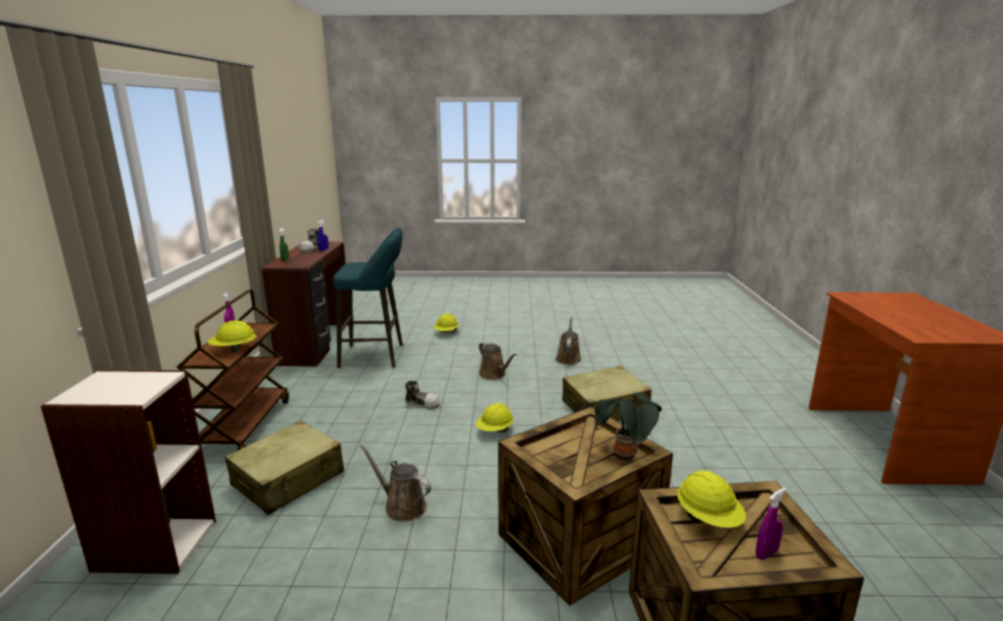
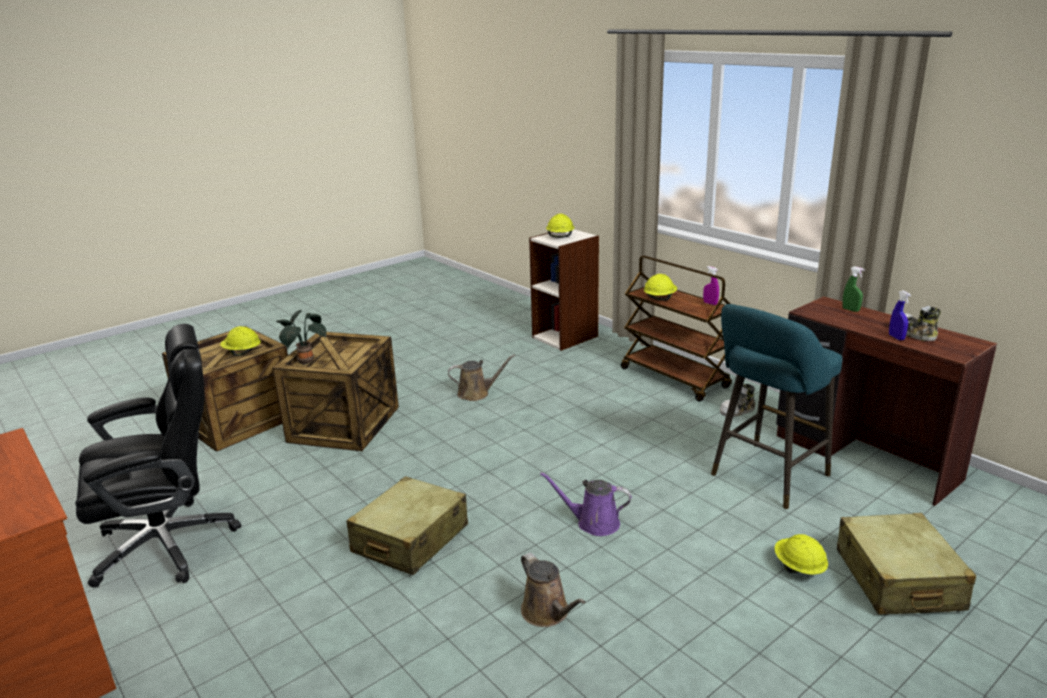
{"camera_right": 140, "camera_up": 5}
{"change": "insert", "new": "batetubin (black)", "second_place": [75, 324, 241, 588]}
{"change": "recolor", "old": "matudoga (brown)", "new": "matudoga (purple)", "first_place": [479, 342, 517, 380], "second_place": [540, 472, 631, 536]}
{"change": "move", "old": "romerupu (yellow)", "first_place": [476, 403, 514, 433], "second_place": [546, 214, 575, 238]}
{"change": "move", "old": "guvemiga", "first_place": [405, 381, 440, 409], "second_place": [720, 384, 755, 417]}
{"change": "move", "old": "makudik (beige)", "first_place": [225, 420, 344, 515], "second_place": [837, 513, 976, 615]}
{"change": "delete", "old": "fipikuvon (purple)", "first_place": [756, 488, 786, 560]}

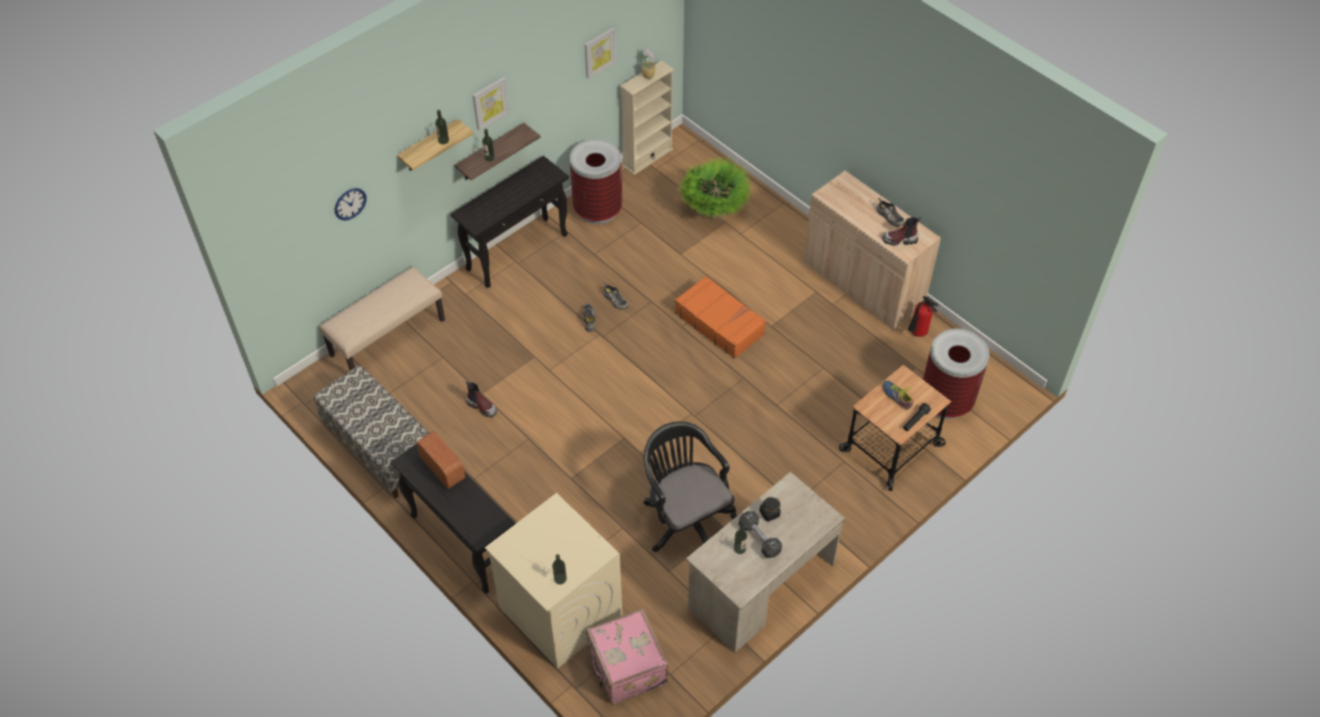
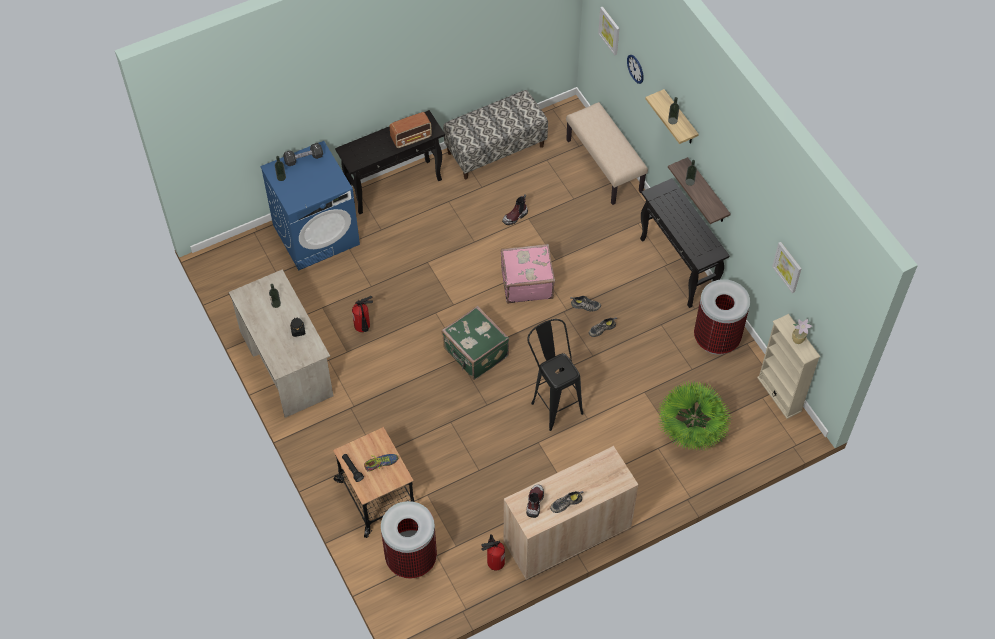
{"camera_right": 105, "camera_up": 5}
{"change": "recolor", "old": "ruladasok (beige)", "new": "ruladasok (blue)", "first_place": [485, 493, 623, 669], "second_place": [260, 141, 360, 270]}
{"change": "move", "old": "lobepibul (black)", "first_place": [739, 511, 782, 558], "second_place": [283, 143, 323, 166]}
{"change": "replace", "old": "batetubin (black)", "new": "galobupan", "first_place": [644, 421, 737, 552], "second_place": [352, 296, 373, 332]}
{"change": "insert", "new": "makudik (green)", "second_place": [442, 306, 509, 380]}
{"change": "move", "old": "makudik (pink)", "first_place": [586, 609, 668, 704], "second_place": [501, 244, 555, 304]}
{"change": "replace", "old": "makudik (orange)", "new": "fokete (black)", "first_place": [675, 276, 766, 359], "second_place": [527, 319, 584, 431]}
{"change": "move", "old": "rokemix", "first_place": [473, 77, 509, 131], "second_place": [598, 7, 619, 55]}

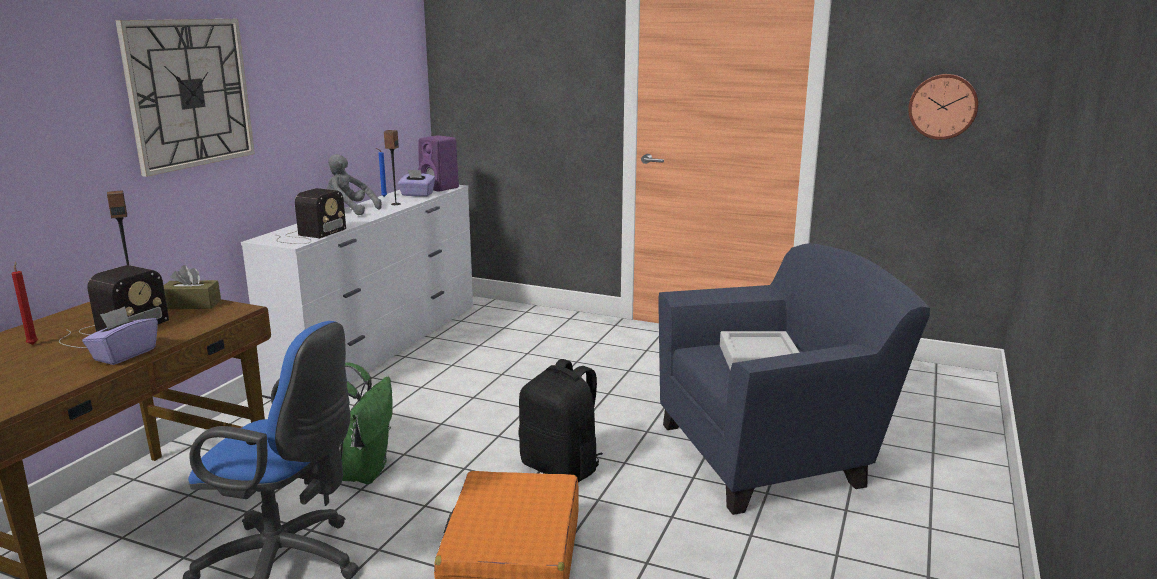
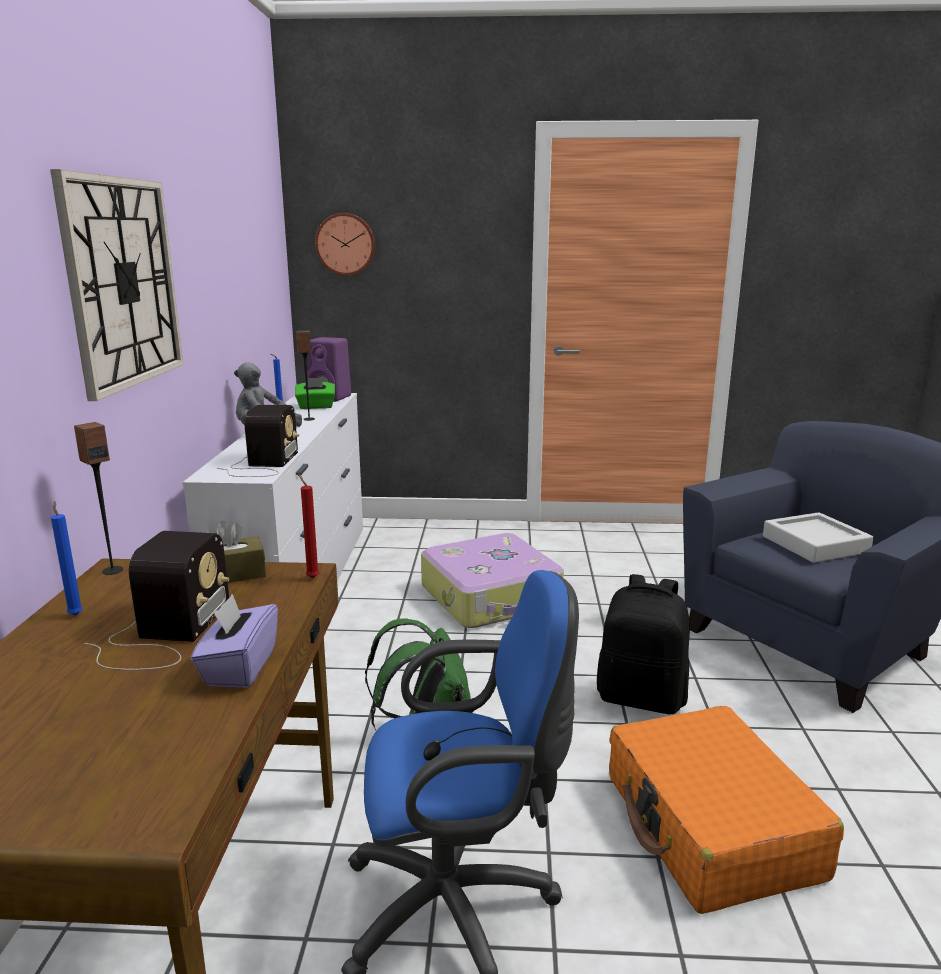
{"camera_right": -20, "camera_up": 0}
{"change": "insert", "new": "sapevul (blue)", "second_place": [51, 501, 83, 616]}
{"change": "recolor", "old": "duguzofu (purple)", "new": "duguzofu (green)", "first_place": [397, 170, 435, 197], "second_place": [295, 378, 335, 409]}
{"change": "move", "old": "sapevul (red)", "first_place": [12, 262, 38, 345], "second_place": [299, 474, 319, 578]}
{"change": "move", "old": "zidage", "first_place": [908, 74, 978, 140], "second_place": [315, 213, 376, 276]}
{"change": "insert", "new": "makudik", "second_place": [421, 533, 564, 628]}

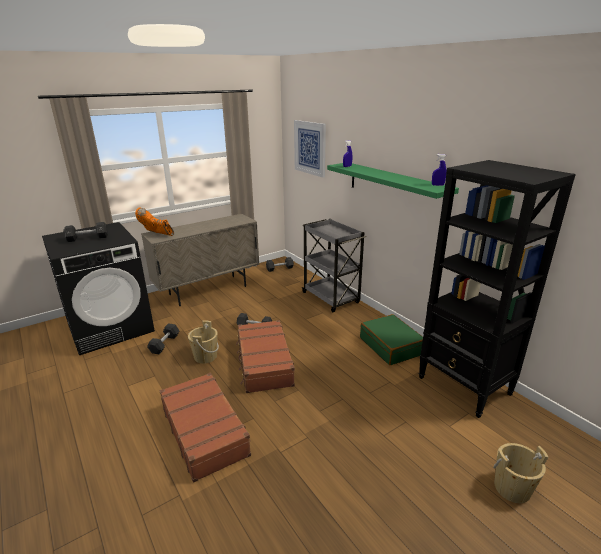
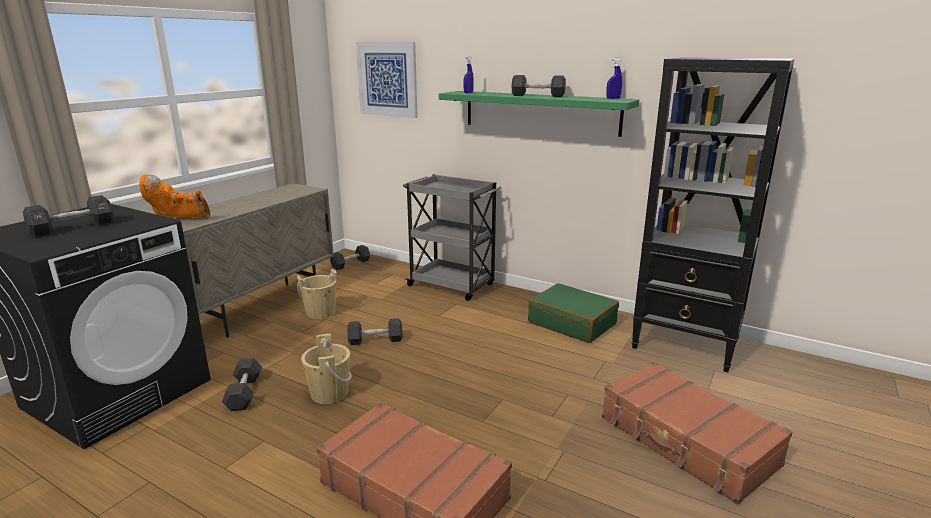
{"camera_right": -25, "camera_up": -5}
{"change": "move", "old": "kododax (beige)", "first_place": [493, 443, 548, 503], "second_place": [297, 269, 337, 319]}
{"change": "insert", "new": "lobepibul (black)", "second_place": [511, 75, 566, 97]}
{"change": "move", "old": "makudik (brown)", "first_place": [236, 320, 295, 393], "second_place": [602, 362, 793, 504]}

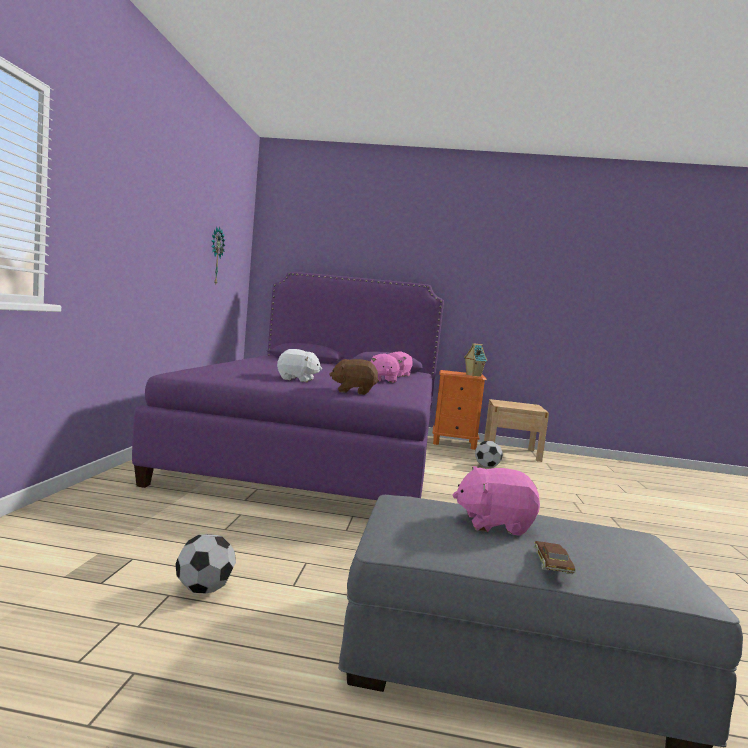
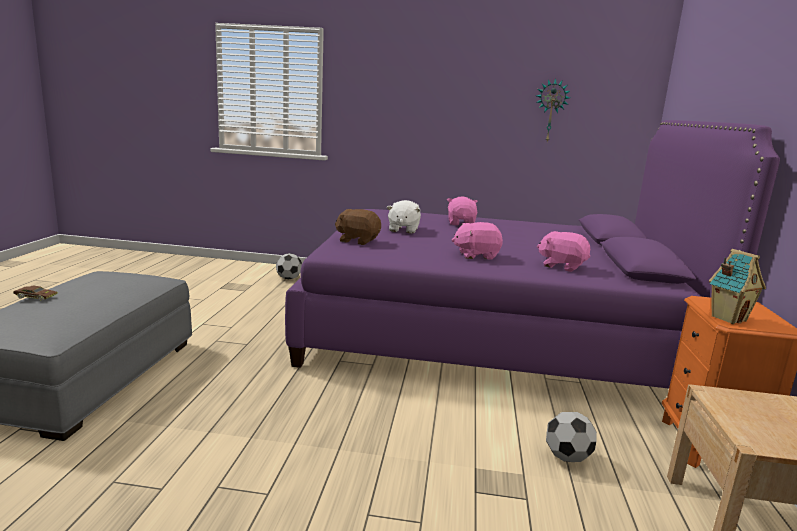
{"camera_right": 90, "camera_up": 10}
{"change": "move", "old": "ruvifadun", "first_place": [175, 534, 236, 593], "second_place": [276, 253, 302, 279]}
{"change": "rotate", "old": "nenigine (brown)", "first_place": [329, 359, 379, 395], "second_place": [335, 209, 381, 245], "degrees": -75}
{"change": "move", "old": "nenigine (pink)", "first_place": [453, 466, 540, 536], "second_place": [447, 196, 477, 225]}

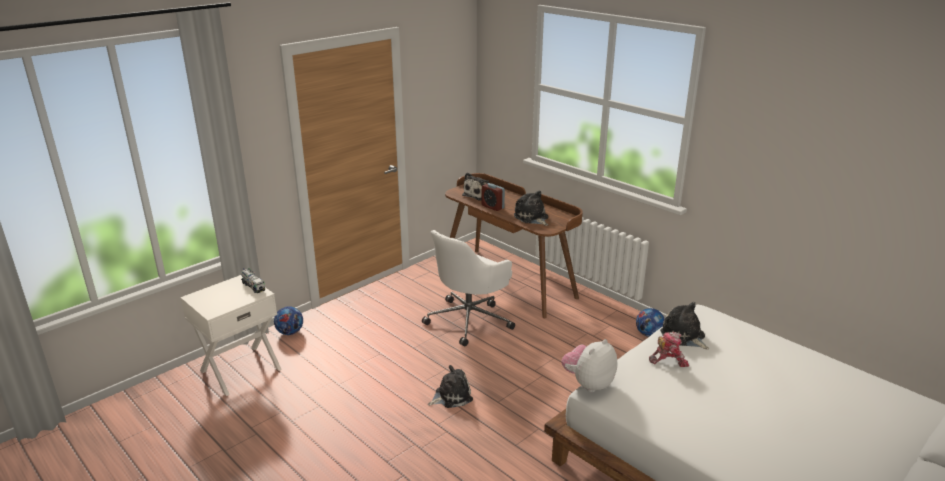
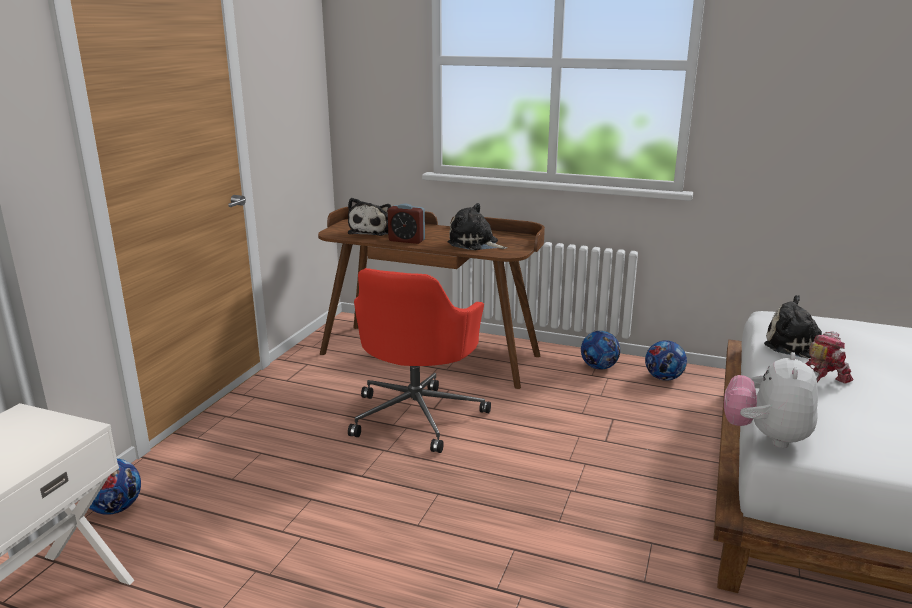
{"camera_right": -25, "camera_up": -5}
{"change": "recolor", "old": "batetubin (white)", "new": "batetubin (red)", "first_place": [422, 230, 515, 347], "second_place": [348, 268, 491, 453]}
{"change": "insert", "new": "ruvifadun", "second_place": [581, 331, 620, 370]}
{"change": "delete", "old": "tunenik", "first_place": [241, 268, 265, 293]}
{"change": "delete", "old": "nenigine", "first_place": [428, 365, 473, 408]}

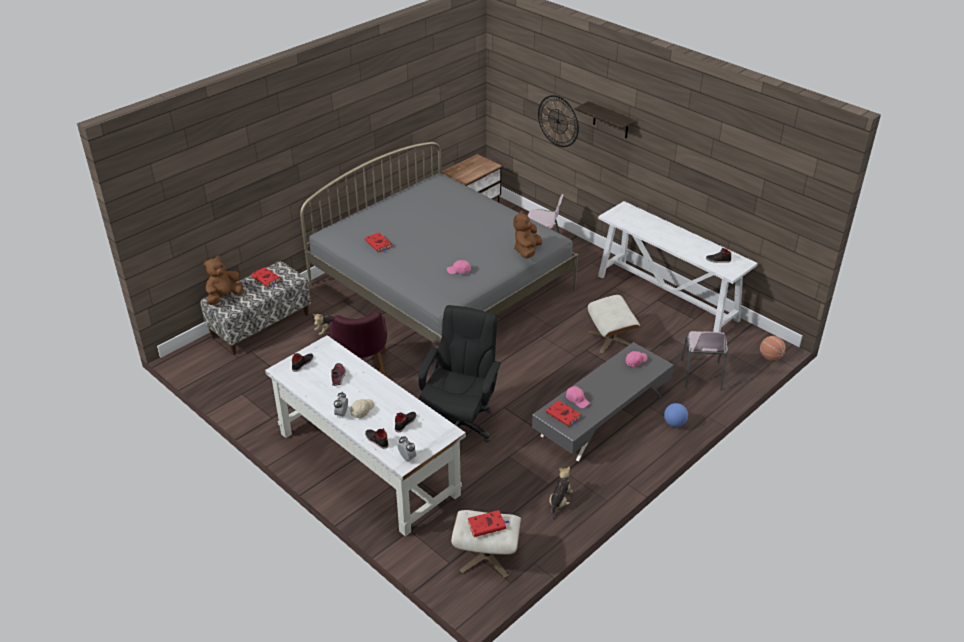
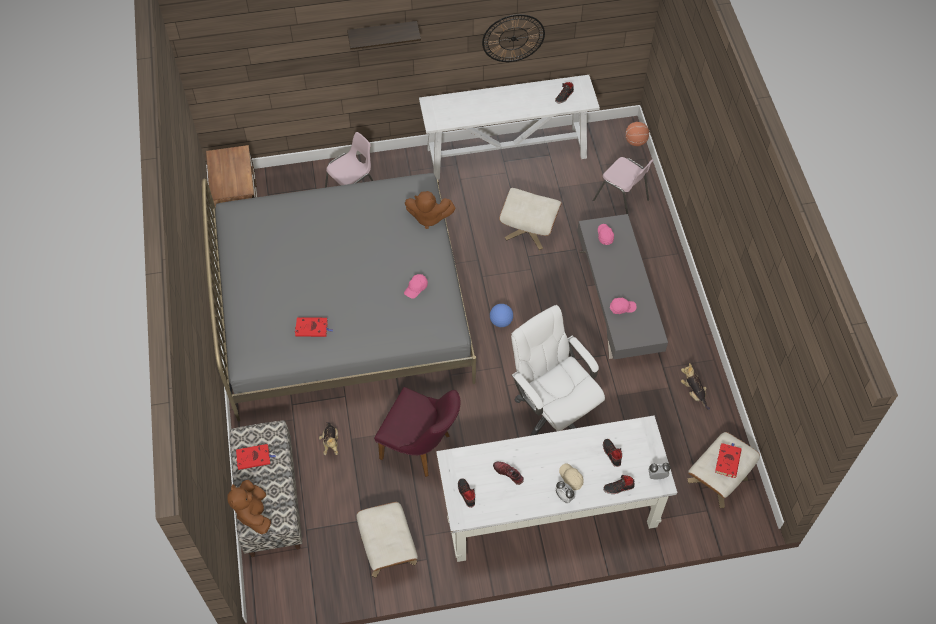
{"camera_right": -55, "camera_up": 20}
{"change": "insert", "new": "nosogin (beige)", "second_place": [357, 502, 418, 578]}
{"change": "rotate", "old": "nenigine (brown)", "first_place": [513, 210, 542, 258], "second_place": [405, 191, 455, 229], "degrees": -45}
{"change": "move", "old": "zidage", "first_place": [538, 95, 579, 147], "second_place": [482, 14, 545, 62]}
{"change": "move", "old": "ruvifadun", "first_place": [664, 403, 688, 427], "second_place": [490, 304, 513, 327]}
{"change": "recolor", "old": "batetubin (black)", "new": "batetubin (white)", "first_place": [418, 305, 501, 443], "second_place": [511, 305, 605, 436]}
{"change": "delete", "old": "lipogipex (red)", "first_place": [546, 400, 581, 427]}

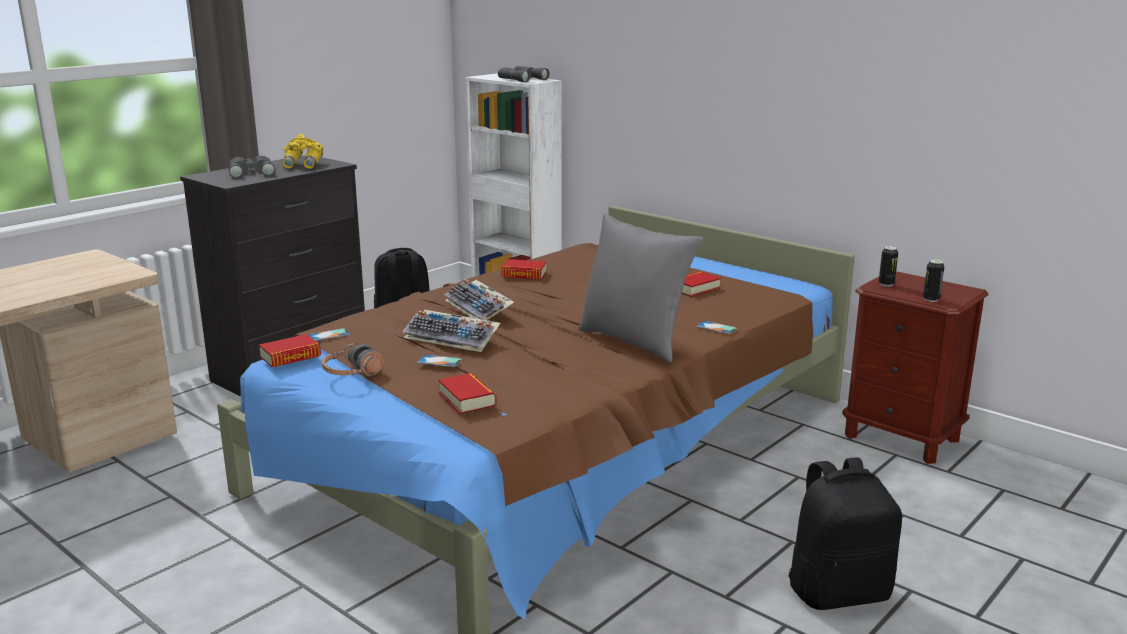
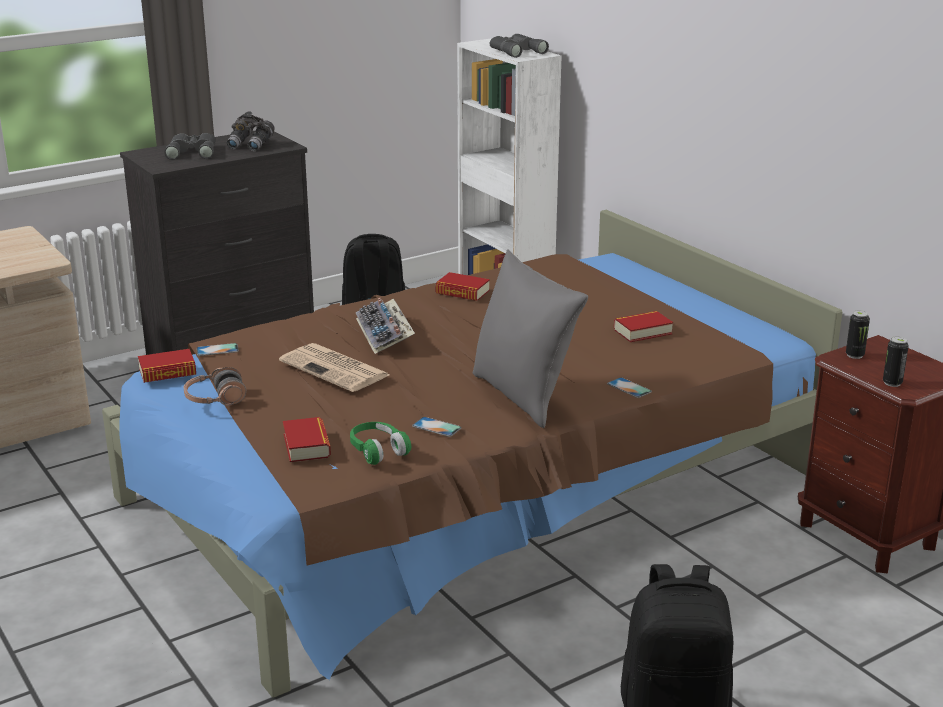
{"camera_right": 15, "camera_up": 5}
{"change": "recolor", "old": "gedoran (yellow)", "new": "gedoran (grey)", "first_place": [282, 134, 324, 169], "second_place": [226, 111, 275, 151]}
{"change": "replace", "old": "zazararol", "new": "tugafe", "first_place": [402, 310, 500, 352], "second_place": [279, 343, 390, 392]}
{"change": "insert", "new": "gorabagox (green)", "second_place": [350, 422, 411, 465]}
{"change": "move", "old": "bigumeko", "first_place": [417, 355, 463, 367], "second_place": [412, 417, 462, 437]}

